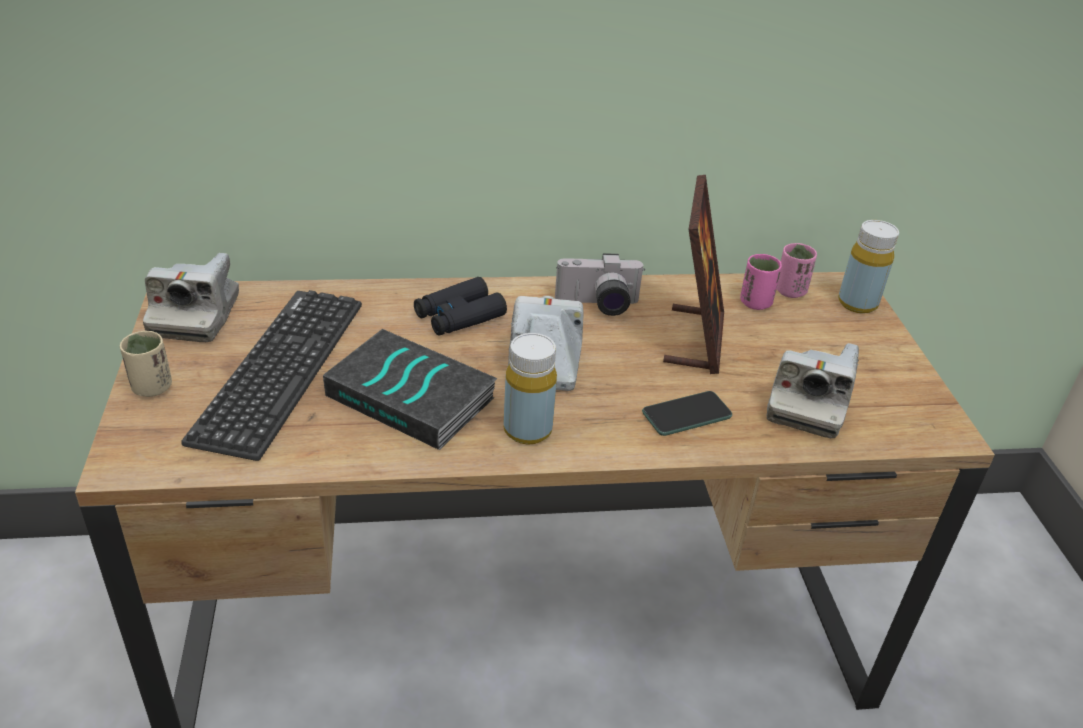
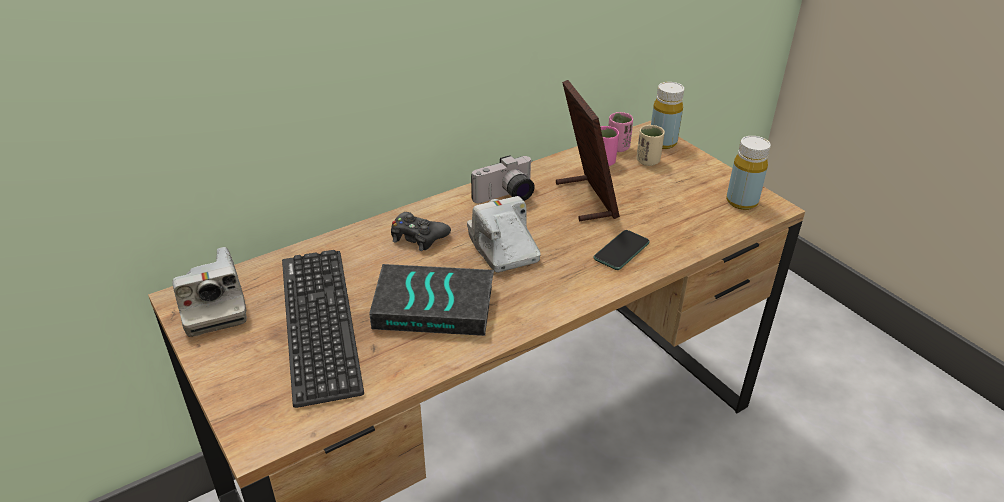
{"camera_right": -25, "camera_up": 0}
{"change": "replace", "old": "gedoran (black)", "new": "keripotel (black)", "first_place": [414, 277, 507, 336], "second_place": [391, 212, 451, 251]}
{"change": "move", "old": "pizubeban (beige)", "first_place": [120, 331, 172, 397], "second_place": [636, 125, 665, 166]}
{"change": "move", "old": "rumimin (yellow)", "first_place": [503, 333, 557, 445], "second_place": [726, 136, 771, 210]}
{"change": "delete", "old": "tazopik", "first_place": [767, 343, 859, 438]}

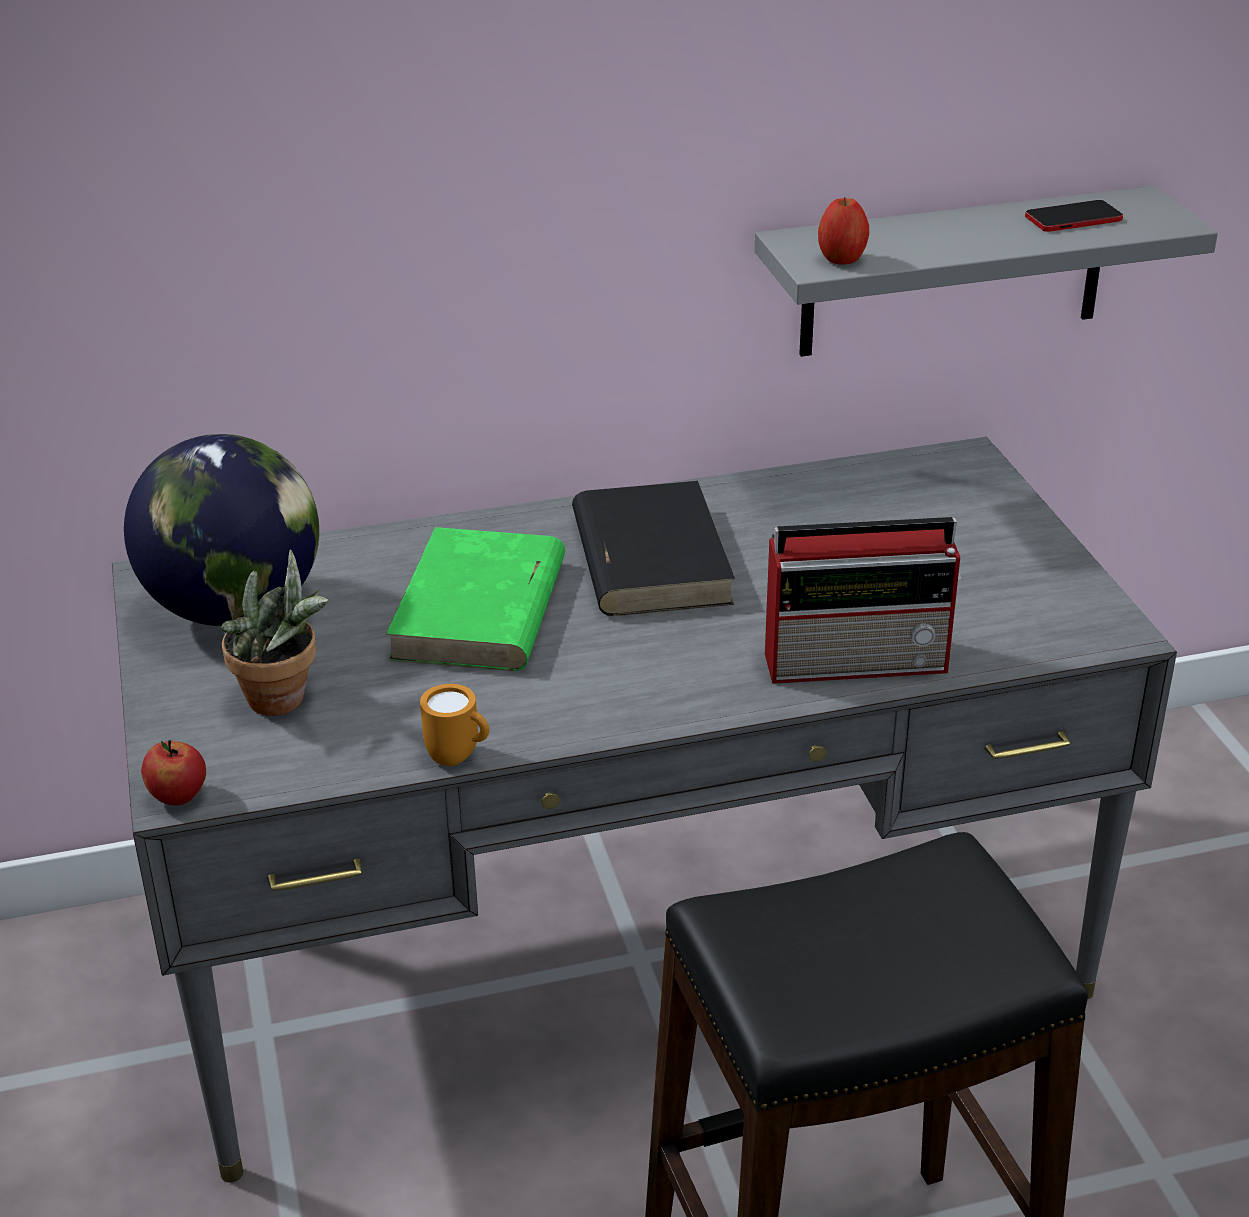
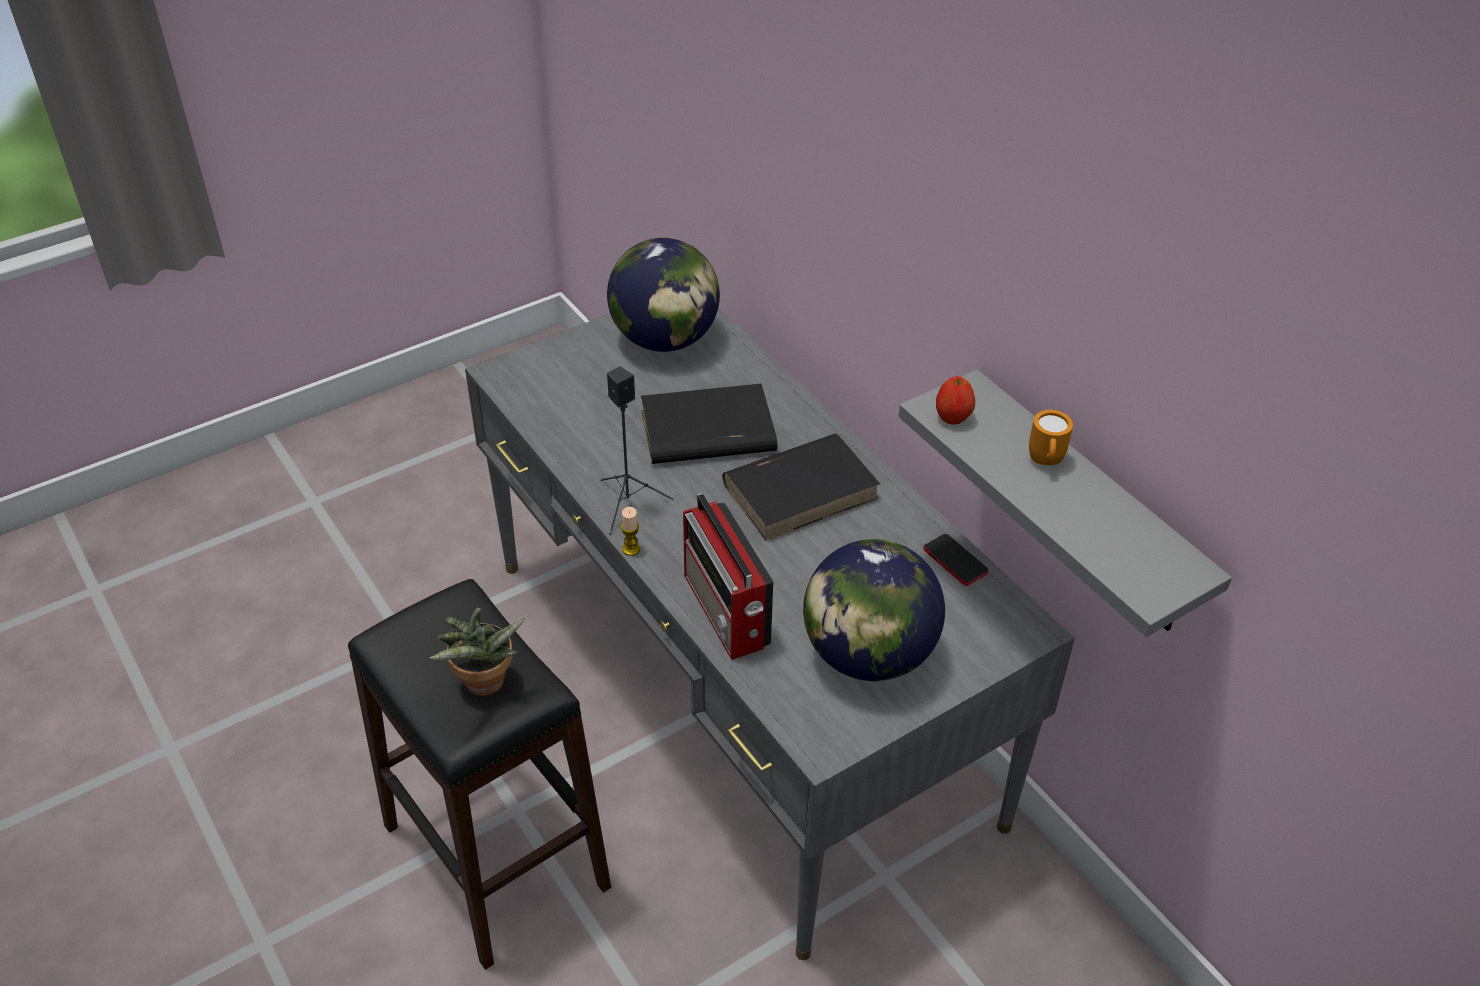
{"camera_right": 70, "camera_up": 10}
{"change": "move", "old": "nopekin", "first_place": [221, 549, 328, 716], "second_place": [429, 608, 525, 696]}
{"change": "insert", "new": "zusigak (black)", "second_place": [601, 366, 674, 535]}
{"change": "insert", "new": "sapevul", "second_place": [621, 507, 640, 556]}
{"change": "recolor", "old": "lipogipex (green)", "new": "lipogipex (black)", "first_place": [386, 527, 565, 671], "second_place": [641, 383, 777, 464]}
{"change": "insert", "new": "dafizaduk", "second_place": [803, 539, 945, 681]}
{"change": "move", "old": "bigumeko", "first_place": [1025, 200, 1123, 232], "second_place": [924, 534, 989, 586]}
{"change": "move", "old": "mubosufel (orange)", "first_place": [420, 684, 489, 766], "second_place": [1029, 410, 1073, 465]}
{"change": "delete", "old": "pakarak", "first_place": [141, 740, 206, 806]}

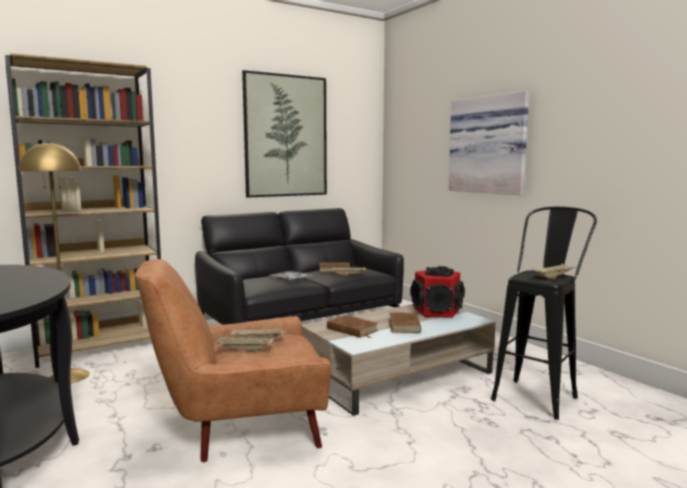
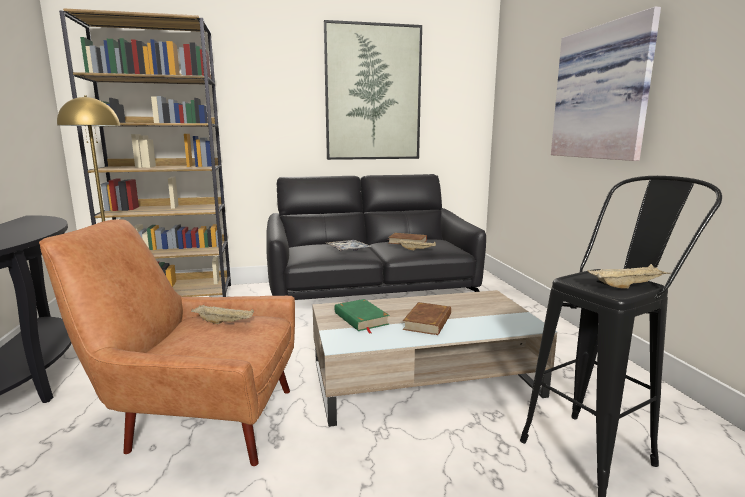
{"camera_right": 20, "camera_up": 5}
{"change": "recolor", "old": "lipogipex (brown)", "new": "lipogipex (green)", "first_place": [327, 315, 378, 338], "second_place": [335, 299, 390, 334]}
{"change": "delete", "old": "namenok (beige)", "first_place": [216, 336, 274, 352]}
{"change": "delete", "old": "zusigak", "first_place": [410, 266, 465, 318]}

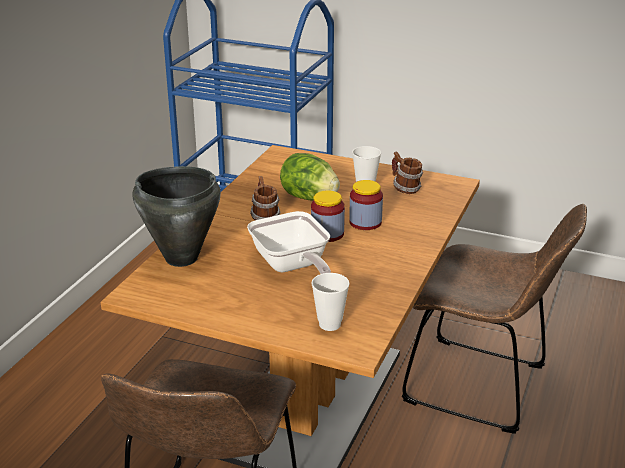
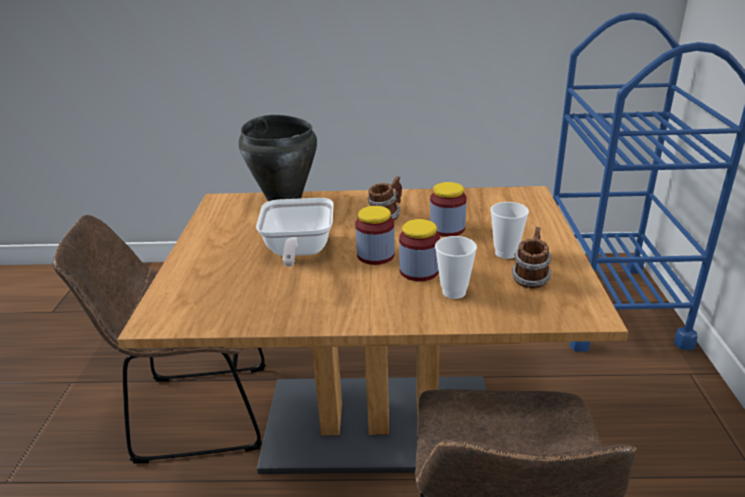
{"camera_right": 70, "camera_up": 0}
{"change": "rotate", "old": "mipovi", "first_place": [247, 211, 331, 274], "second_place": [256, 198, 334, 267], "degrees": -45}
{"change": "replace", "old": "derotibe", "new": "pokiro", "first_place": [280, 153, 340, 201], "second_place": [430, 182, 467, 237]}
{"change": "move", "old": "pizubeban", "first_place": [311, 273, 349, 331], "second_place": [435, 236, 477, 299]}

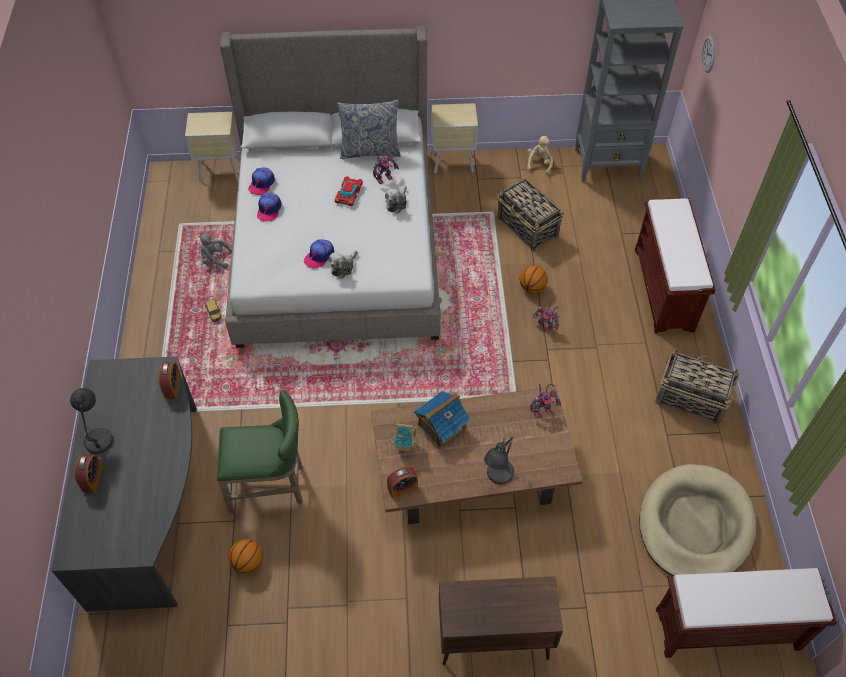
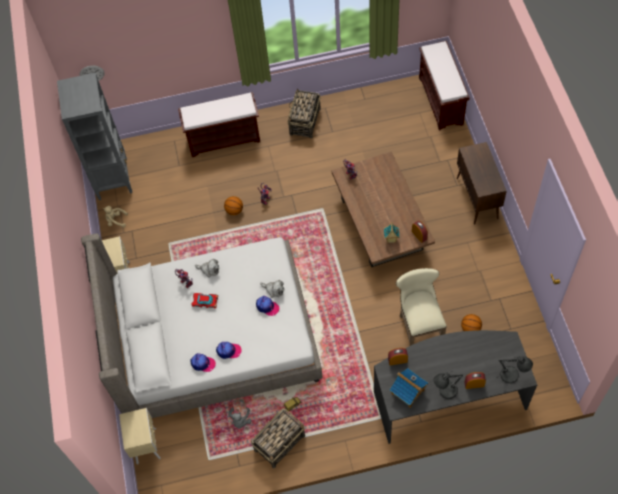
{"camera_right": -95, "camera_up": 5}
{"change": "move", "old": "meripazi", "first_place": [497, 178, 563, 252], "second_place": [251, 408, 305, 469]}
{"change": "move", "old": "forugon", "first_place": [414, 391, 471, 448], "second_place": [390, 368, 428, 408]}
{"change": "recolor", "old": "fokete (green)", "new": "fokete (beige)", "first_place": [217, 390, 303, 514], "second_place": [396, 268, 447, 346]}
{"change": "move", "old": "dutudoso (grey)", "first_place": [484, 437, 514, 484], "second_place": [497, 356, 533, 383]}
{"change": "delete", "old": "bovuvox", "first_place": [337, 99, 400, 159]}
{"change": "delete", "old": "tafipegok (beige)", "first_place": [639, 464, 756, 576]}

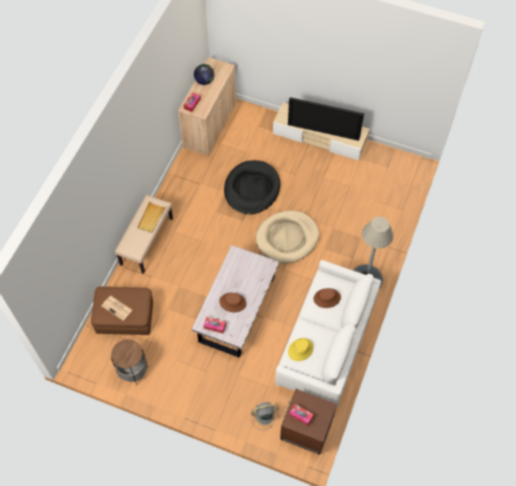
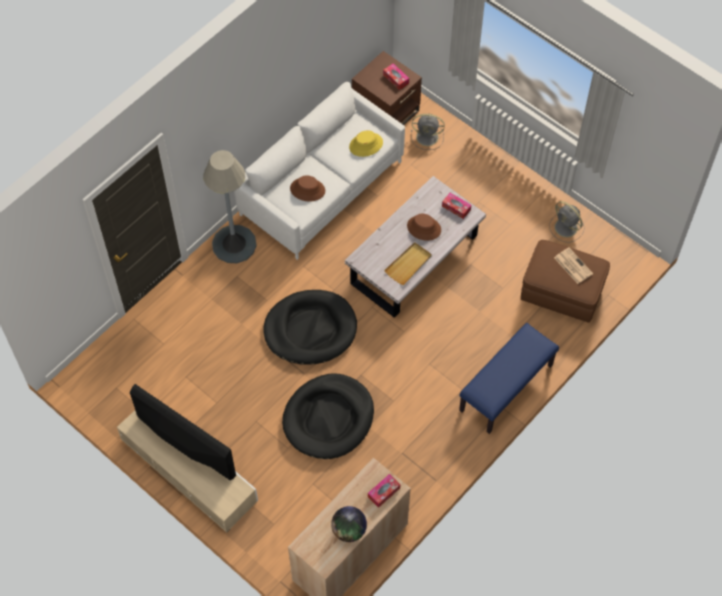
{"camera_right": -160, "camera_up": 0}
{"change": "recolor", "old": "tafipegok (beige)", "new": "tafipegok (black)", "first_place": [256, 211, 319, 263], "second_place": [263, 290, 357, 365]}
{"change": "move", "old": "namenok (beige)", "first_place": [137, 201, 166, 233], "second_place": [384, 242, 432, 285]}
{"change": "recolor", "old": "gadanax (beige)", "new": "gadanax (blue)", "first_place": [115, 195, 173, 274], "second_place": [459, 323, 559, 434]}
{"change": "replace", "old": "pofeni", "new": "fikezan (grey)", "first_place": [111, 339, 148, 385], "second_place": [549, 201, 584, 243]}

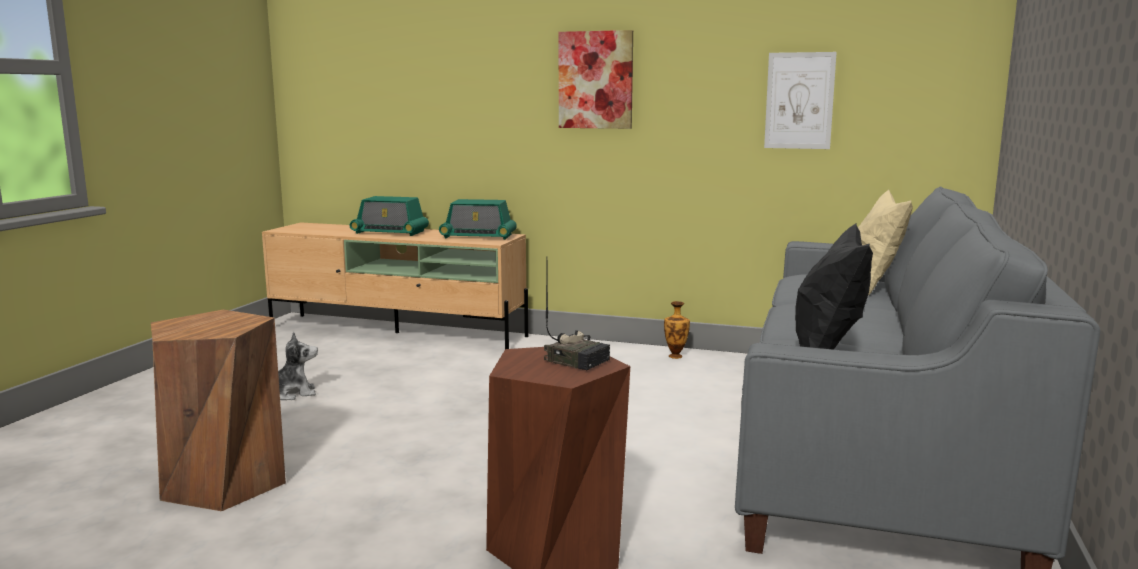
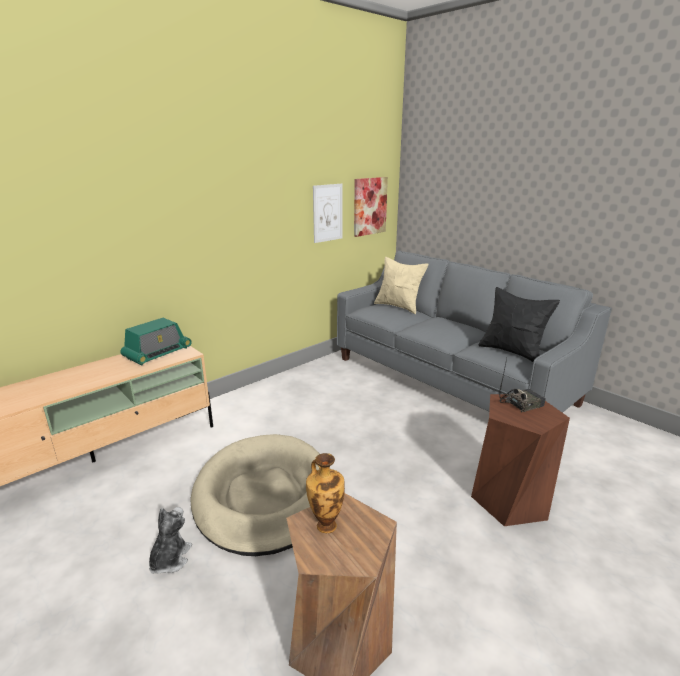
{"camera_right": -60, "camera_up": 10}
{"change": "insert", "new": "tafipegok (beige)", "second_place": [190, 434, 320, 556]}
{"change": "move", "old": "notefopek", "first_place": [664, 301, 690, 359], "second_place": [306, 453, 345, 533]}
{"change": "move", "old": "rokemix", "first_place": [559, 30, 633, 129], "second_place": [354, 177, 388, 237]}
{"change": "delete", "old": "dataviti", "first_place": [349, 196, 429, 236]}

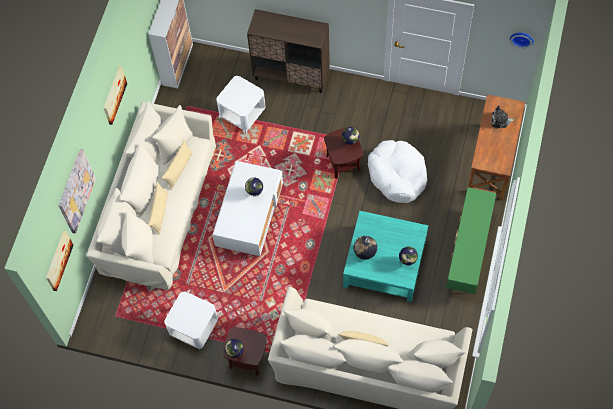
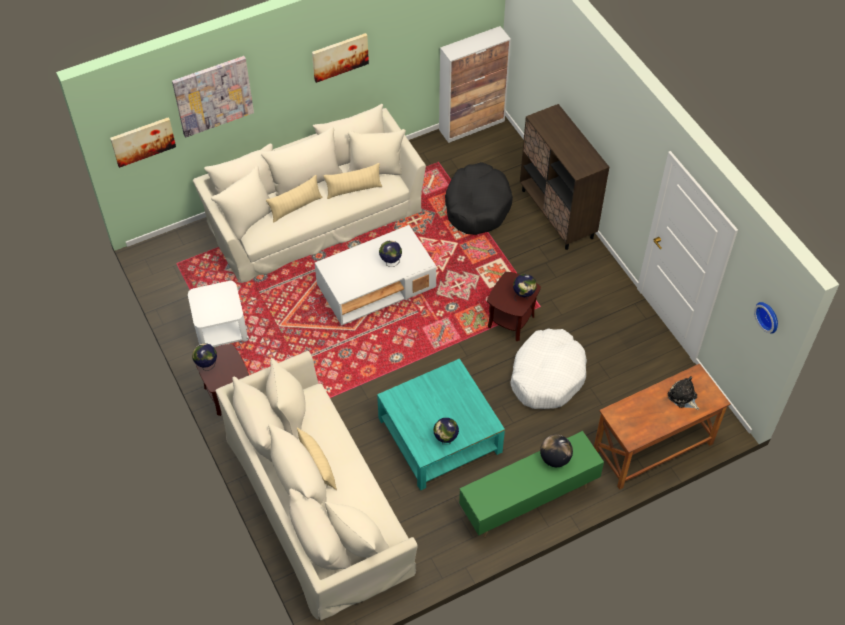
{"camera_right": 45, "camera_up": -10}
{"change": "replace", "old": "pofeni (white)", "new": "tafipegok (black)", "first_place": [216, 76, 265, 133], "second_place": [445, 162, 513, 235]}
{"change": "move", "old": "dafizaduk", "first_place": [354, 236, 377, 260], "second_place": [540, 435, 573, 467]}

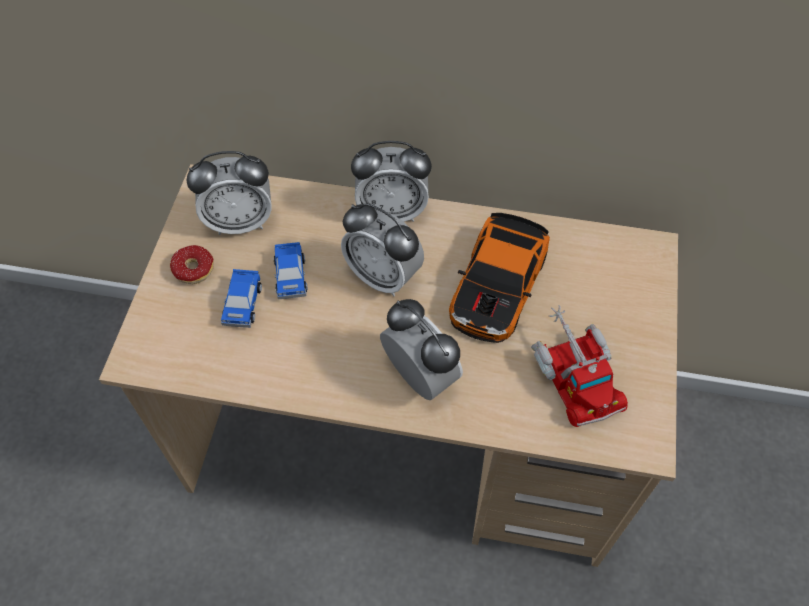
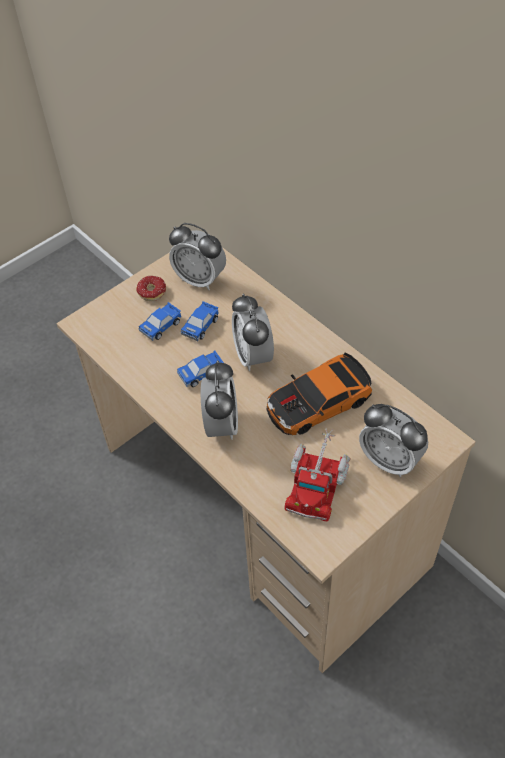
{"camera_right": 40, "camera_up": -5}
{"change": "insert", "new": "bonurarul", "second_place": [177, 351, 224, 387]}
{"change": "move", "old": "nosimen", "first_place": [351, 141, 432, 222], "second_place": [359, 404, 428, 477]}

